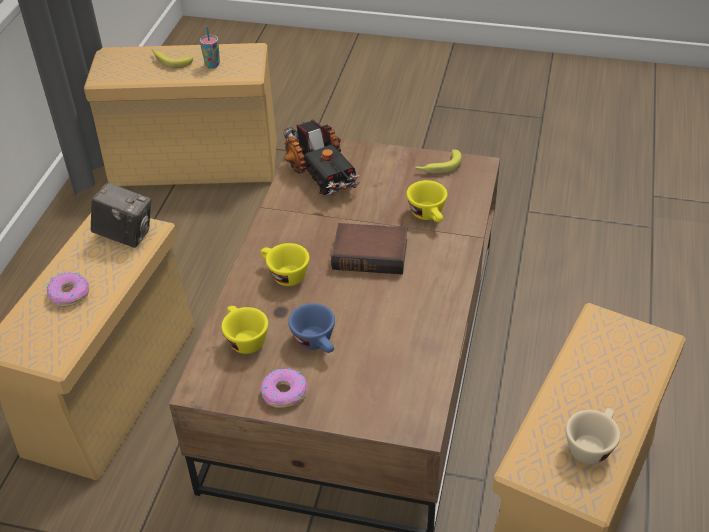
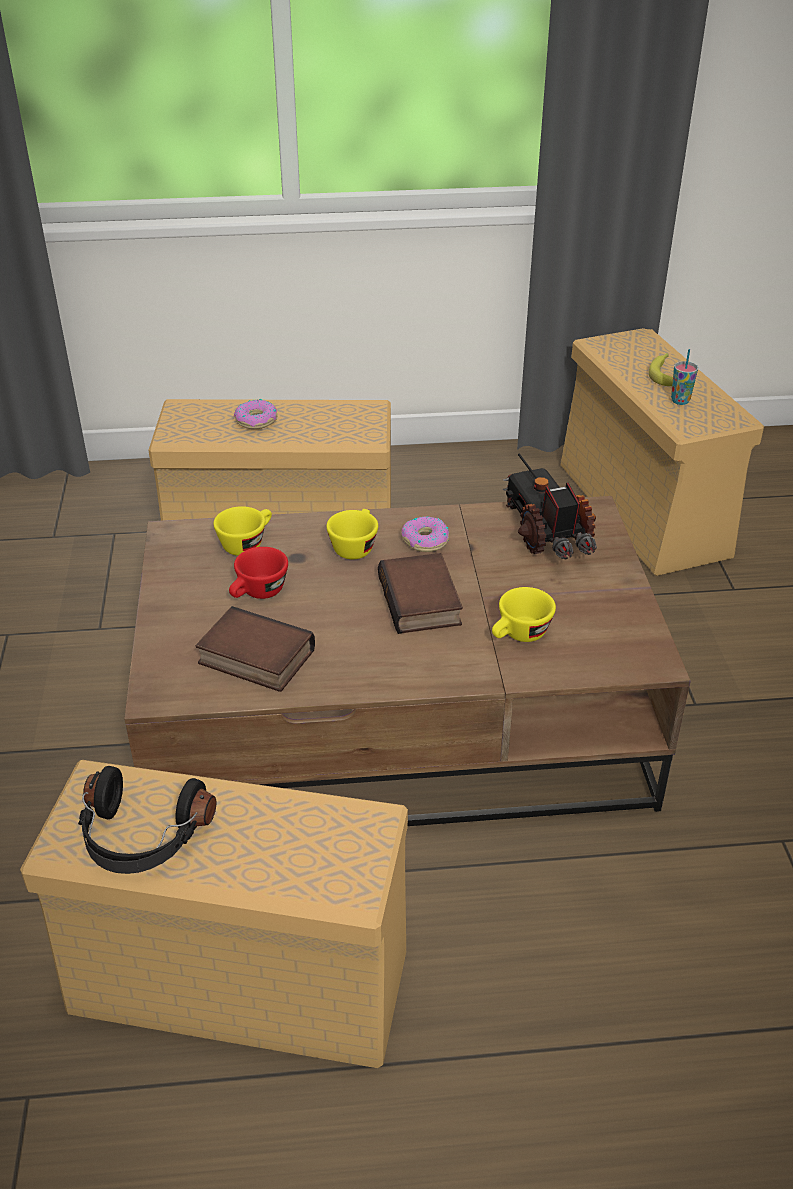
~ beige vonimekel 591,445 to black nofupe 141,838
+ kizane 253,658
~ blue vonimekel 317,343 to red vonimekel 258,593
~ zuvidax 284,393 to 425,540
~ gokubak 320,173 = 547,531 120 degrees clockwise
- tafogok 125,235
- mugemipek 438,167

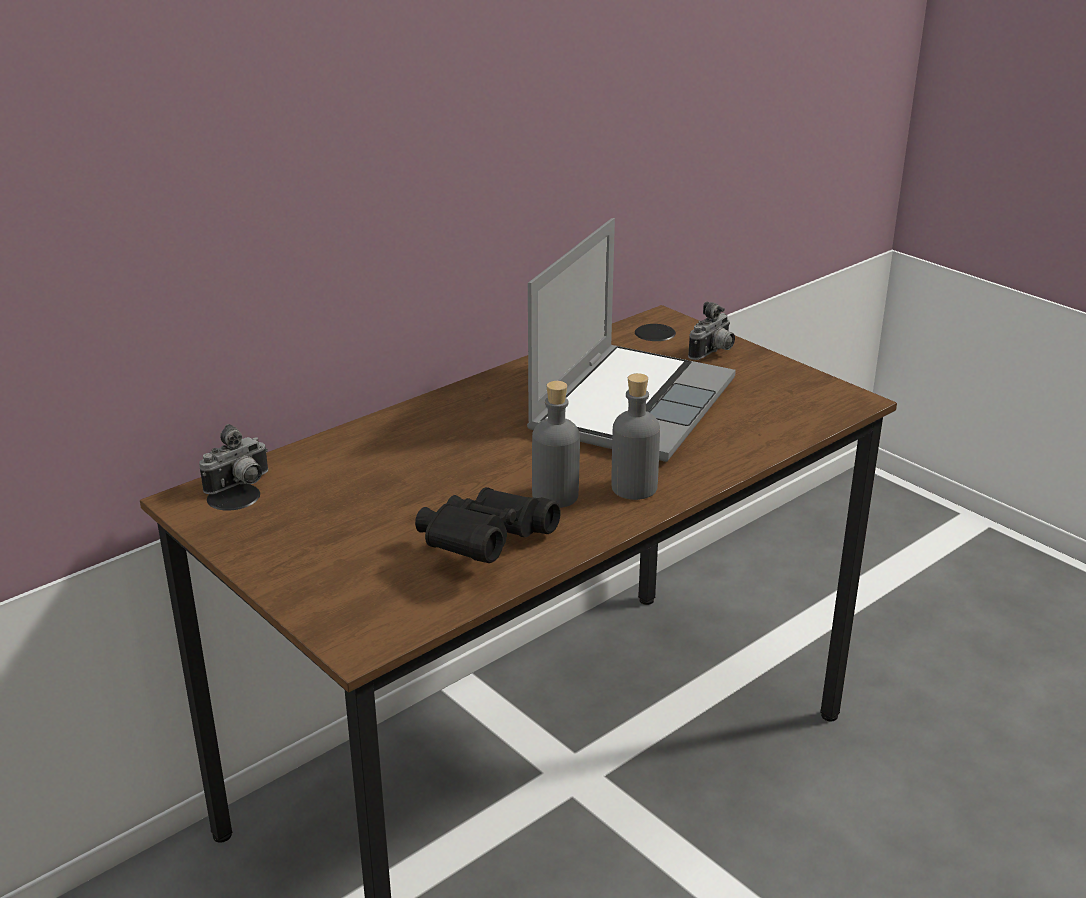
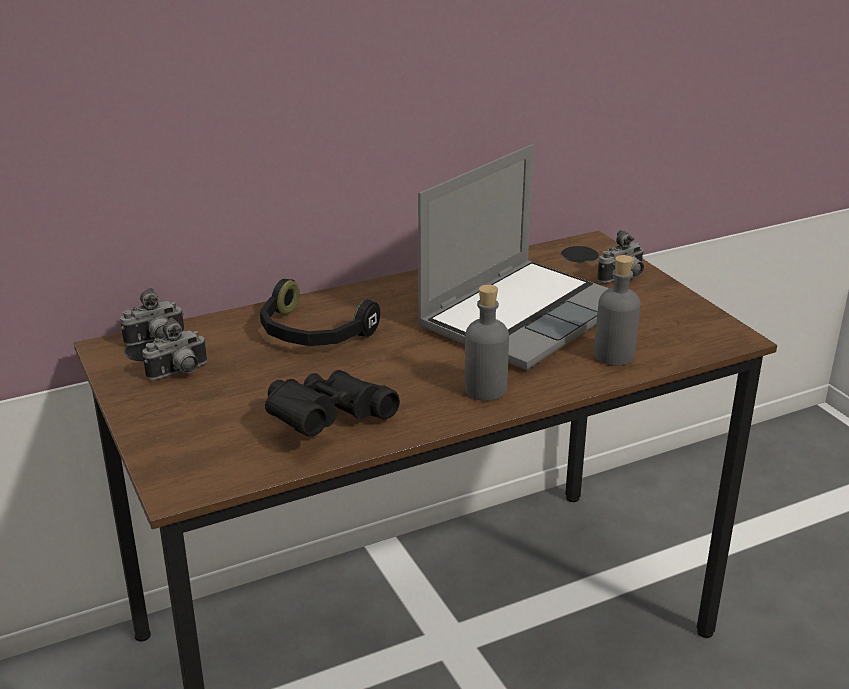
+ tafogok 179,373
+ black nofupe 312,334
~ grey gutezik 555,496 to 614,356

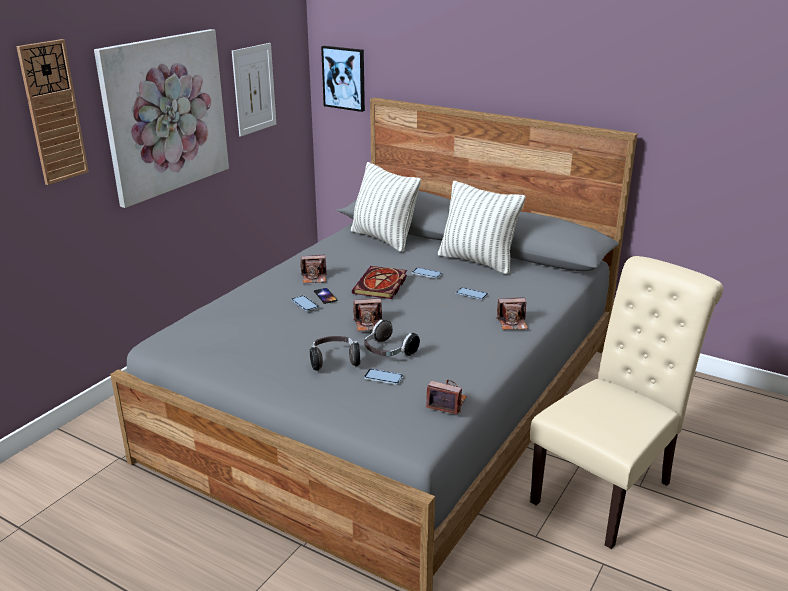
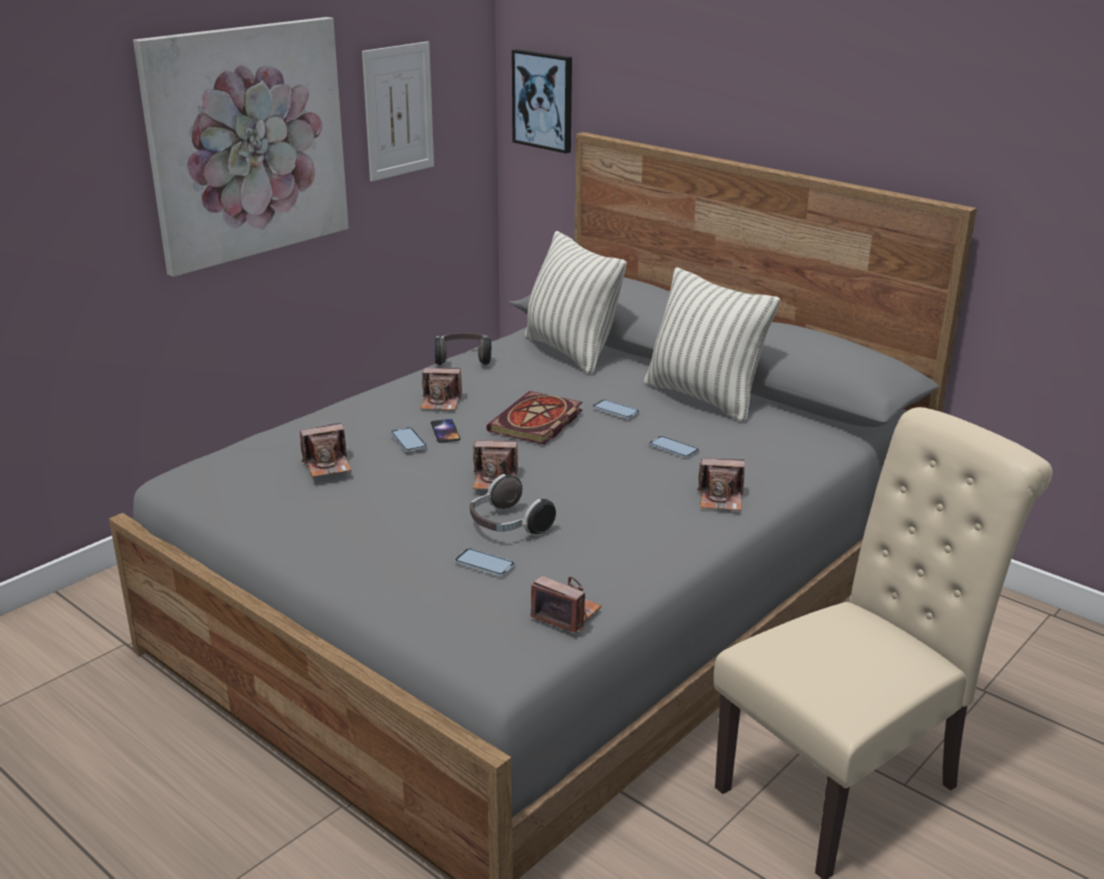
+ tafogok 327,465
~ nofupe 334,361 to 463,359
- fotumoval 53,112

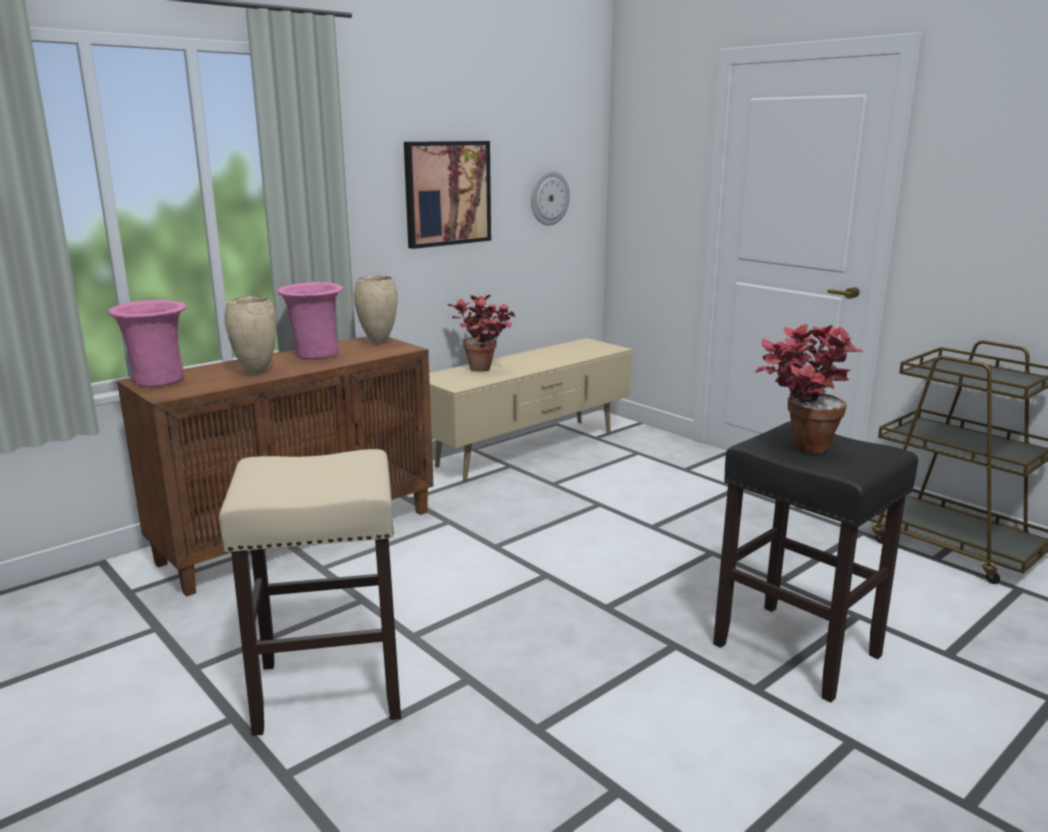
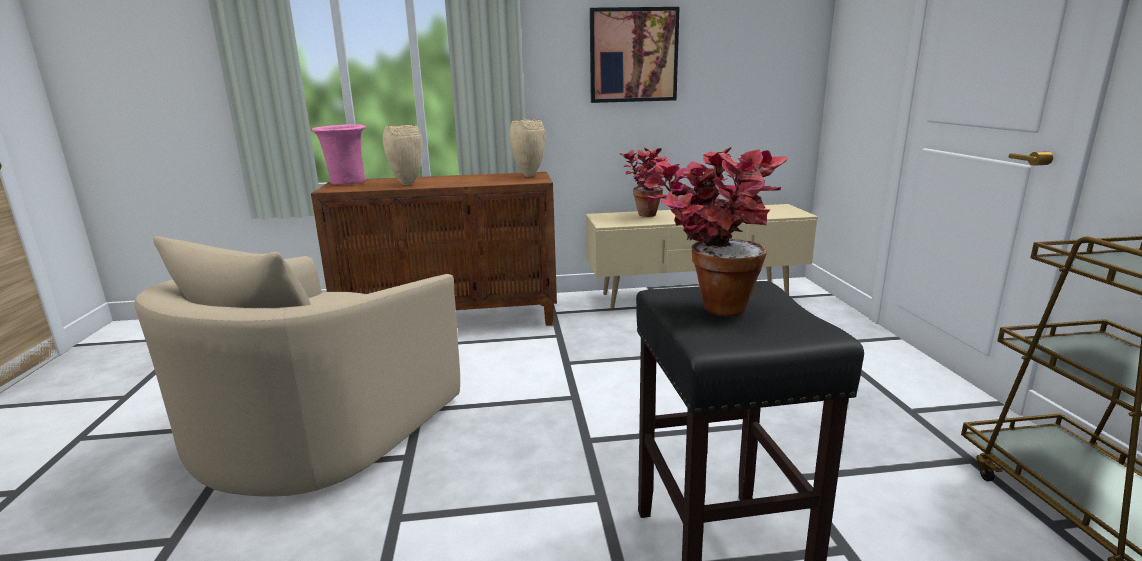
~ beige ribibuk 327,691 to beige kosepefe 320,427
- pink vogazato 316,355
- fotumoval 549,198

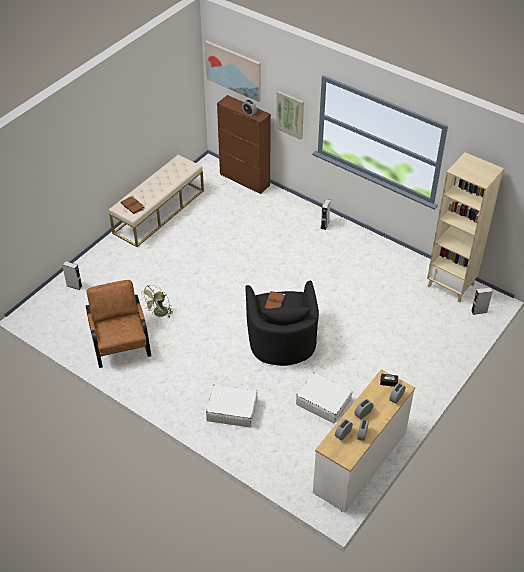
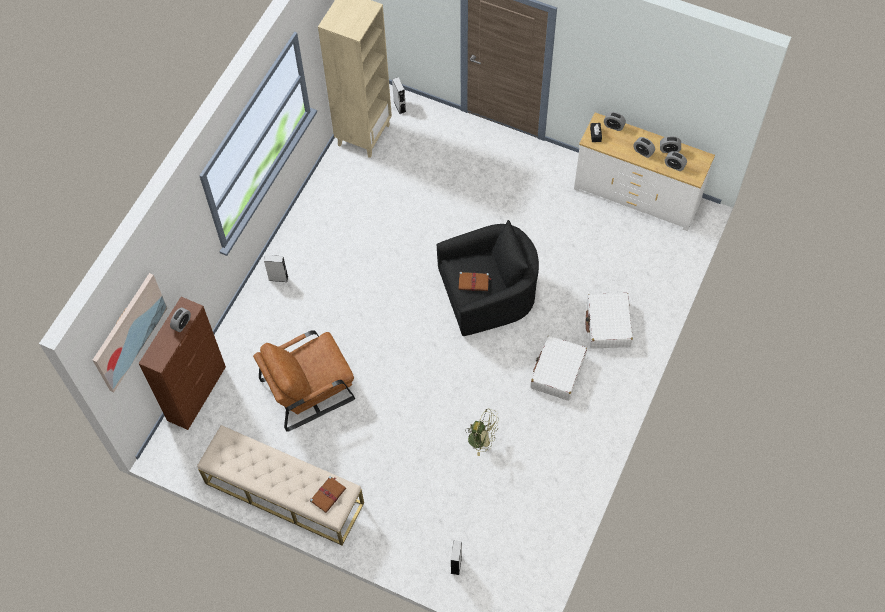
~ brown kosepefe 120,341 to 309,388
~ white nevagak 323,402 to 557,372
- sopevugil 290,114

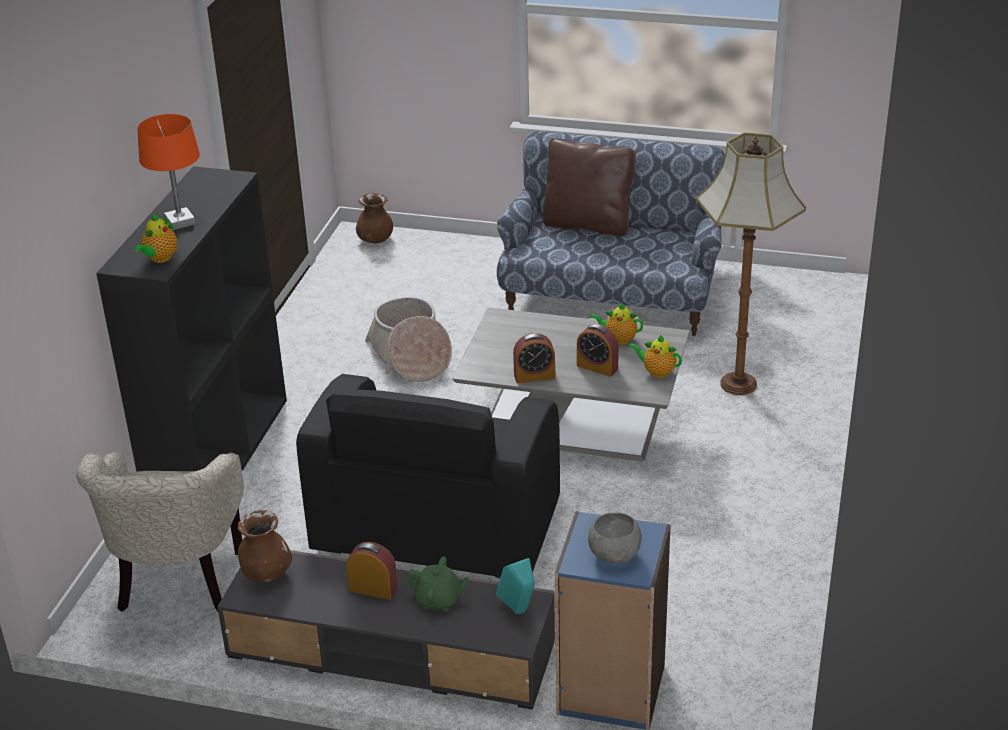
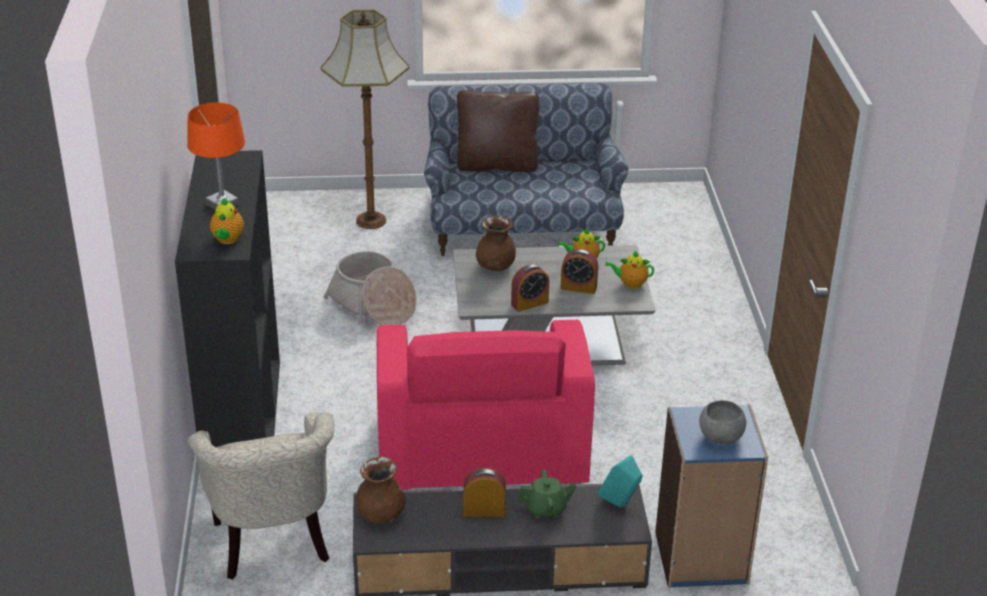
~ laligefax 738,383 to 371,220
~ black kosepefe 436,527 to pink kosepefe 479,451
~ brown vogazato 375,240 to 495,267

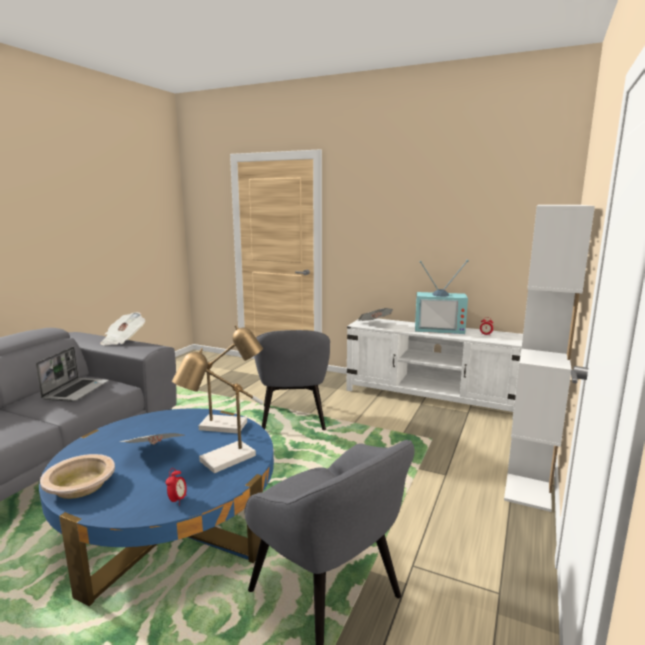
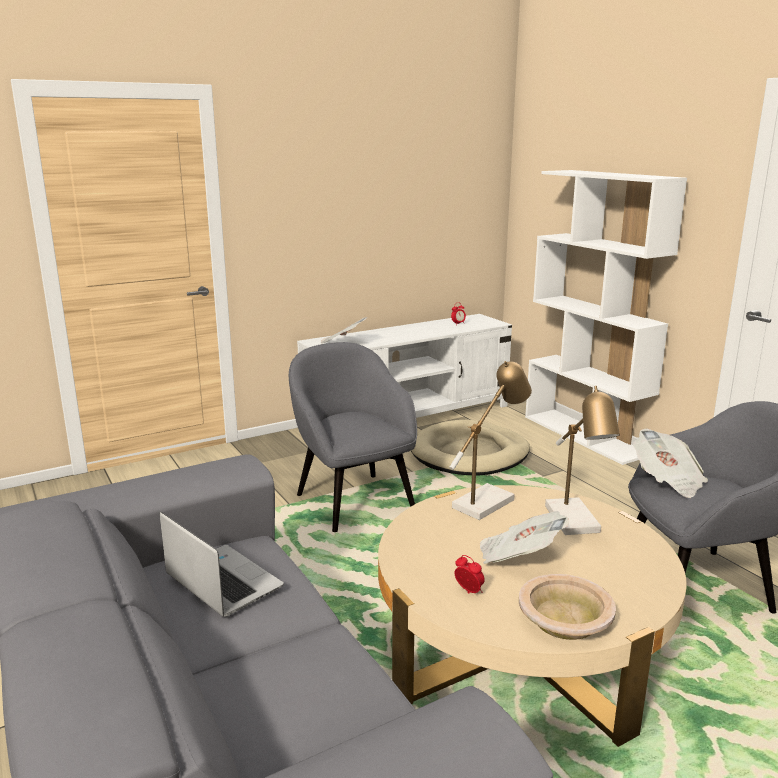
~ grey kosepefe 293,419 = 353,500 150 degrees counterclockwise
~ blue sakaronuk 171,525 to beige sakaronuk 520,646
+ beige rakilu 469,453
~ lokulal 177,500 to 469,592
~ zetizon 123,340 to 667,481
- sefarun 439,329

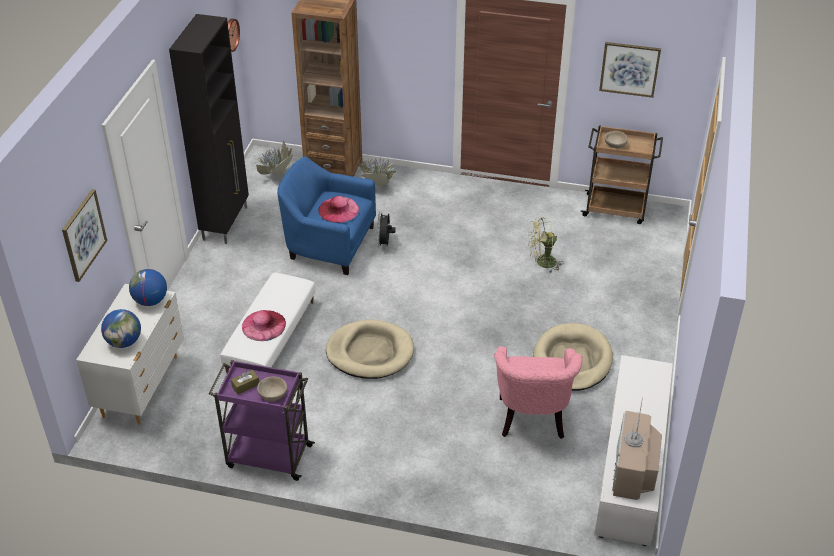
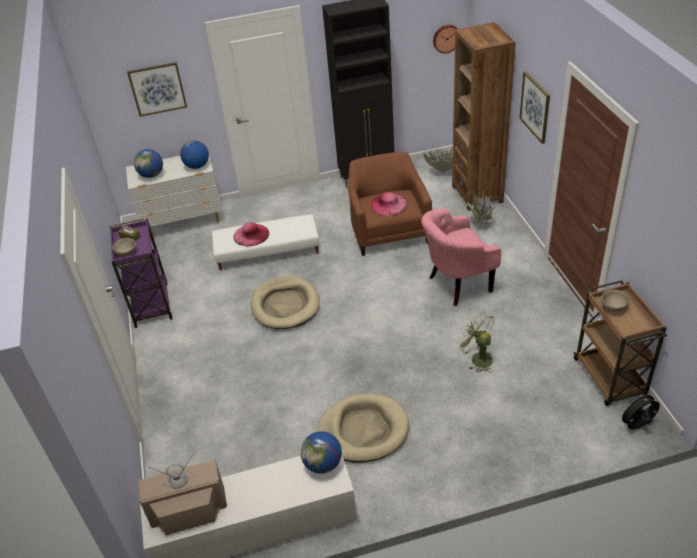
+ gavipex 323,464
~ blue kosepefe 328,244 to brown kosepefe 388,231
~ pink kosepefe 532,421 to 456,285
~ sopevugil 629,69 to 535,107
~ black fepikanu 385,244 to 637,426

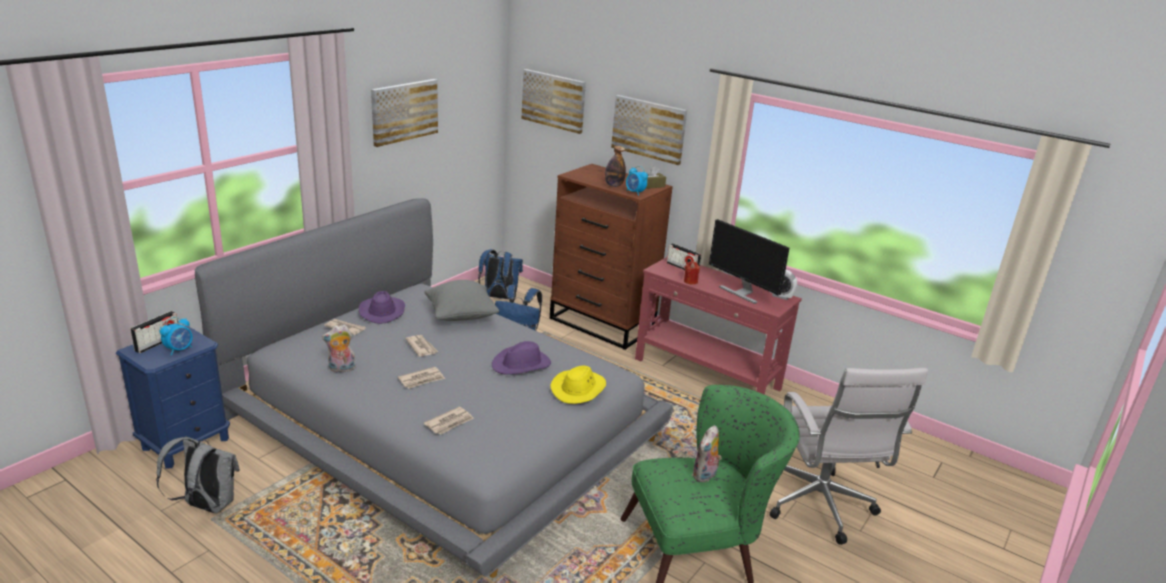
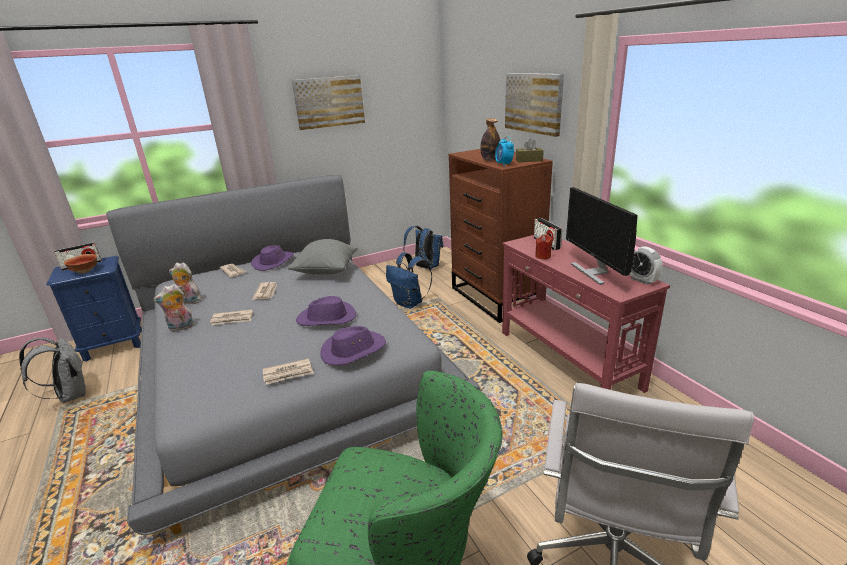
~ lokulal 179,349 to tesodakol 85,271
~ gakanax 705,476 to 181,328
~ zetizon 450,422 to 288,373
~ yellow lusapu 578,388 to purple lusapu 353,350
- sopevugil 554,100

